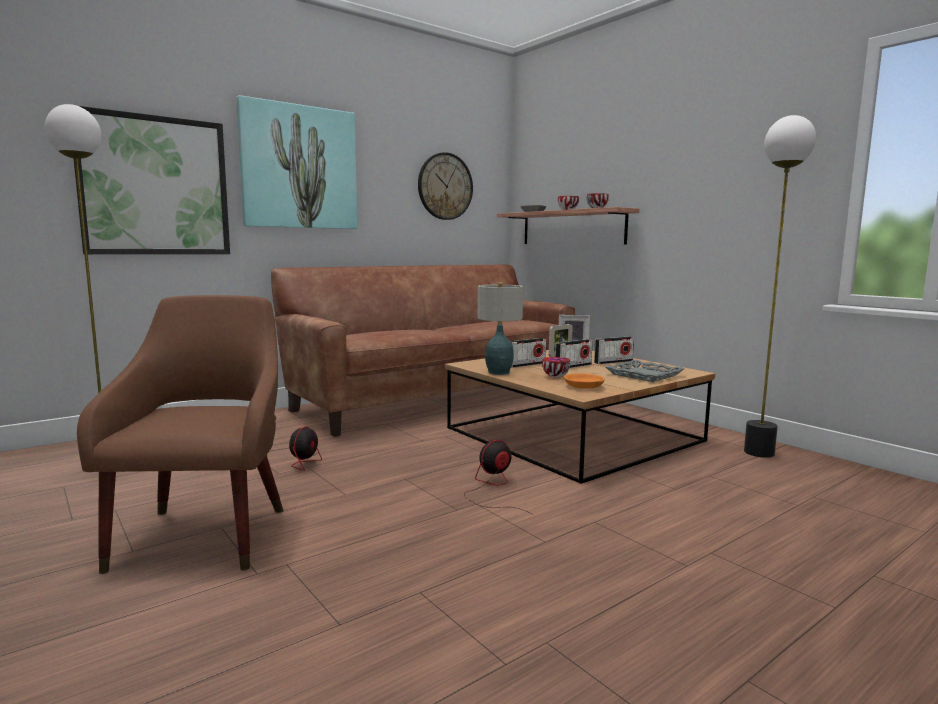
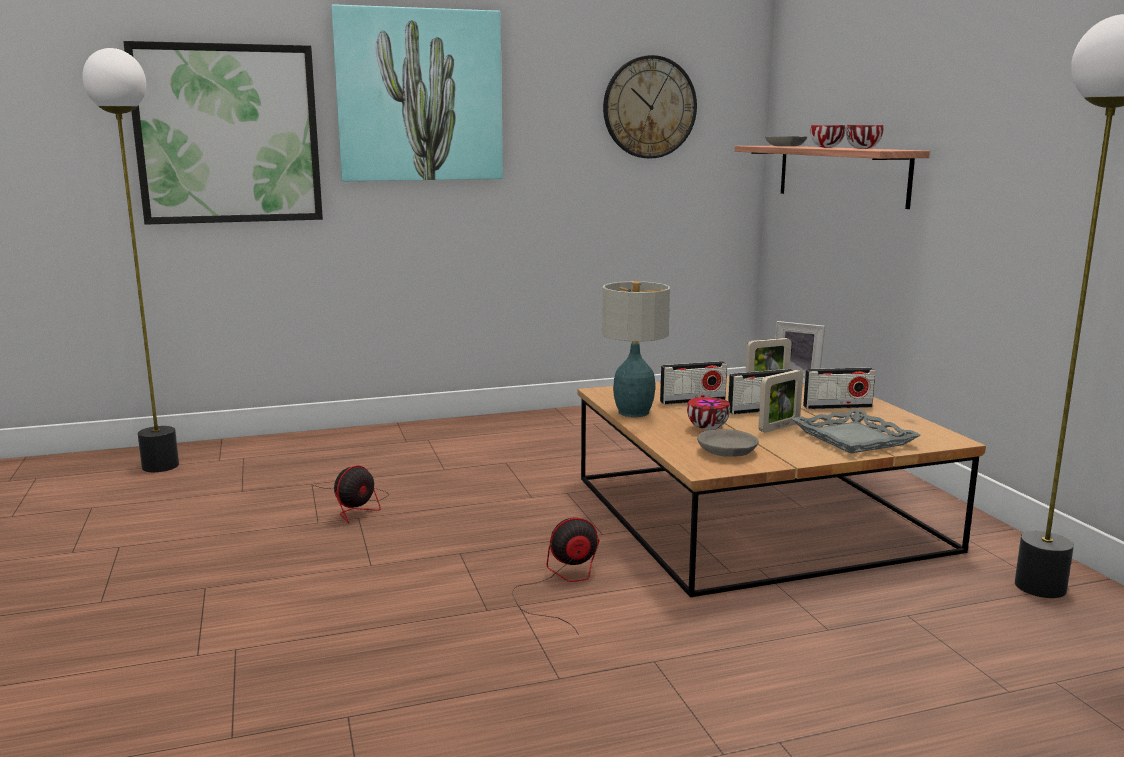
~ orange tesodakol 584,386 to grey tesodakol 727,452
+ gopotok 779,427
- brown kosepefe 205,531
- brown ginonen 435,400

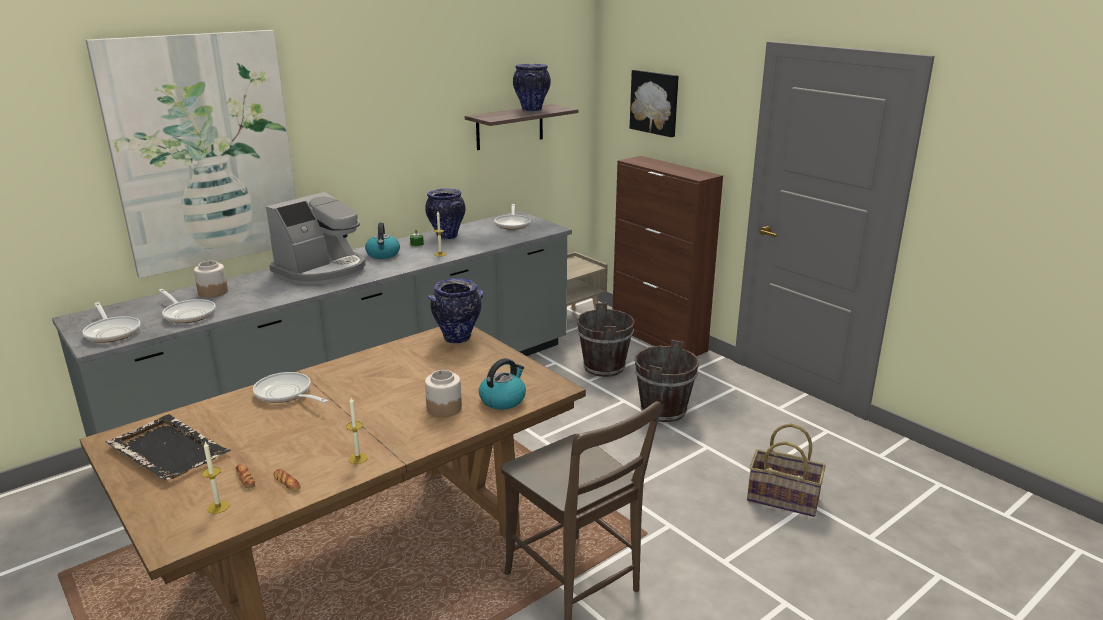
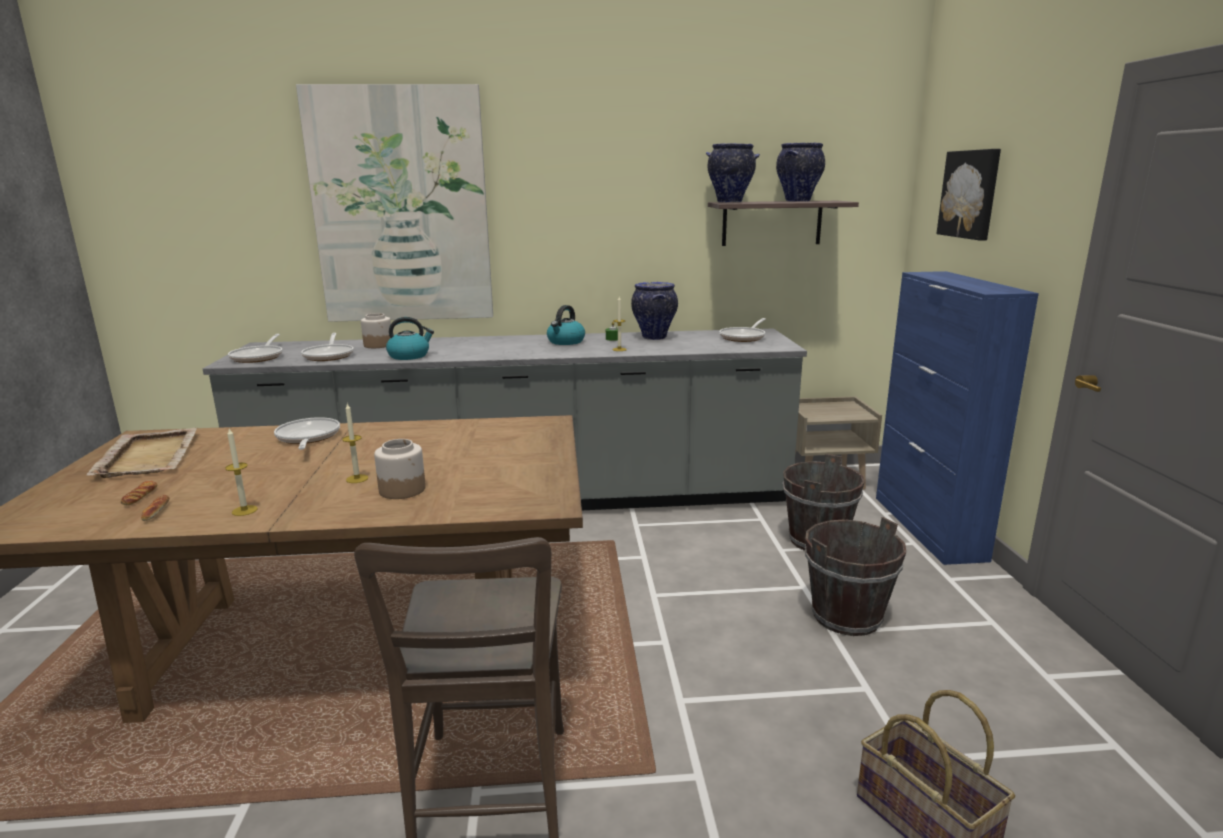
~ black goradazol 168,450 to beige goradazol 149,455
~ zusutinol 218,507 to 357,479
~ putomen 503,399 to 409,356
~ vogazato 458,338 to 730,202
~ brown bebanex 658,338 to blue bebanex 928,527
- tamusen 322,270

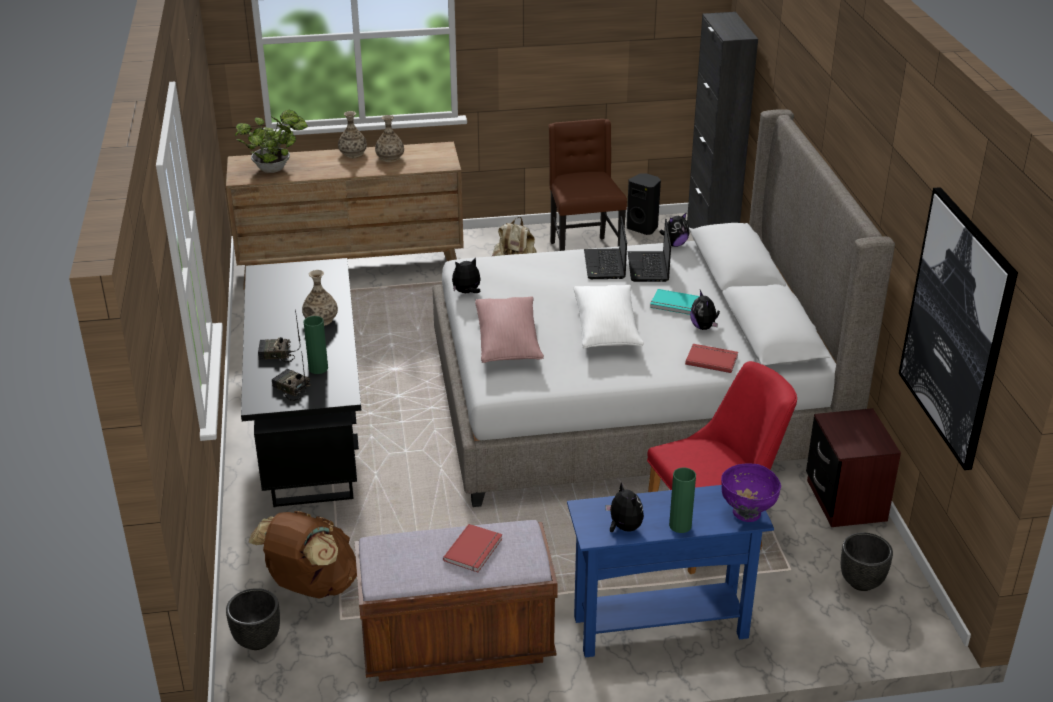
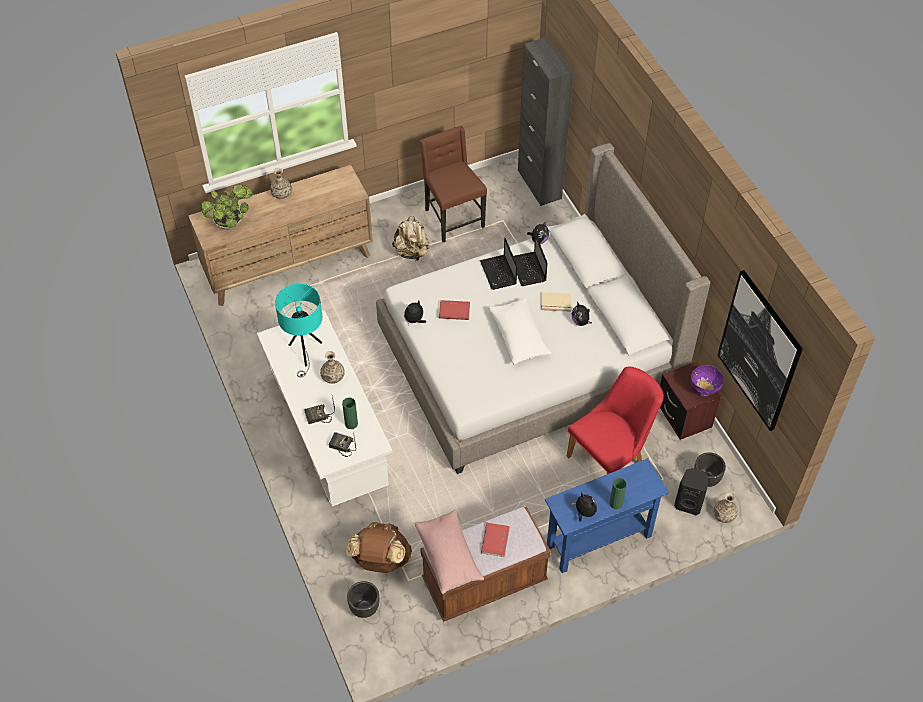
~ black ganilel 309,440 to white ganilel 328,441
+ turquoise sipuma 305,353
~ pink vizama 508,342 to 448,556
~ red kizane 711,359 to 454,310
~ turquoise kizane 674,304 to beige kizane 556,303
~ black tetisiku 643,228 to 688,503
~ purple tesodakol 747,513 to 703,390
~ vogazato 390,158 to 723,515

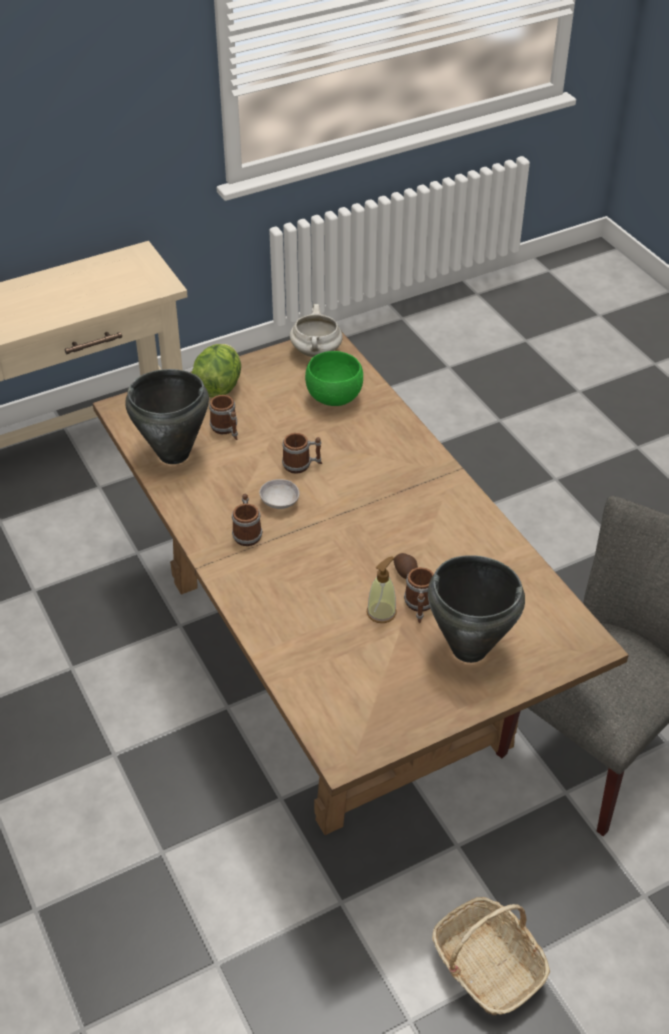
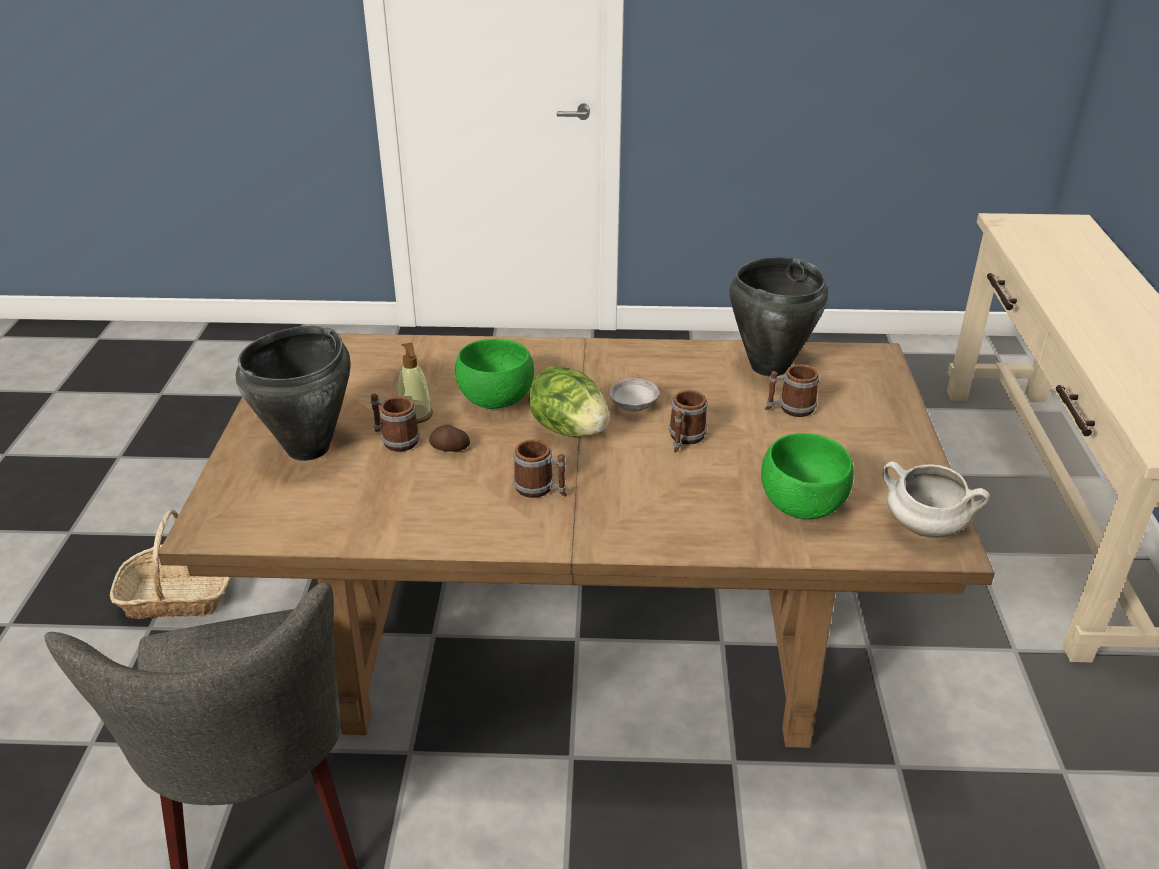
+ green tesodakol 497,401
~ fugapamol 247,532 to 541,489
~ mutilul 218,387 to 569,429

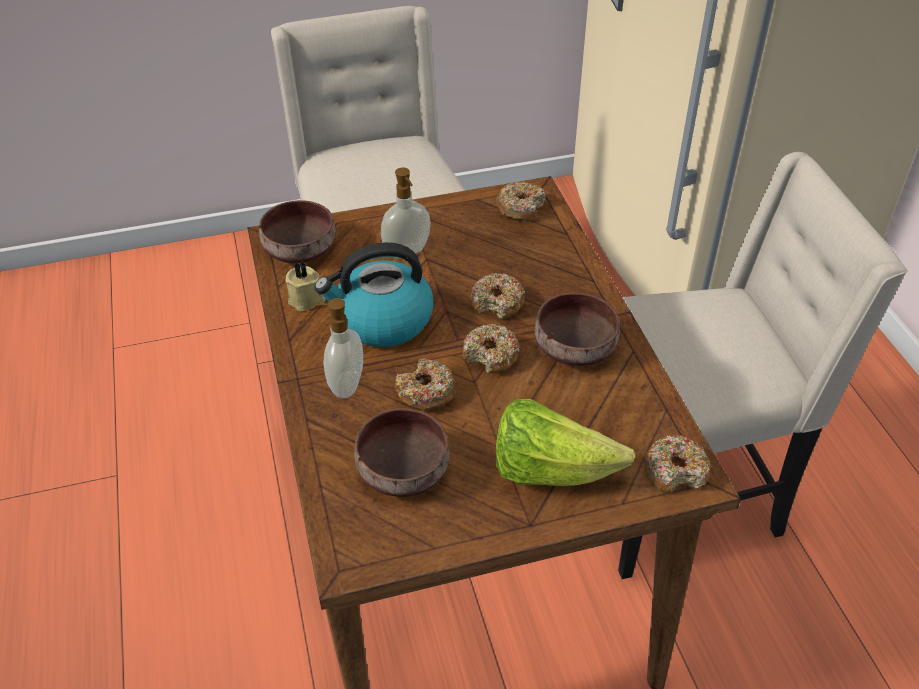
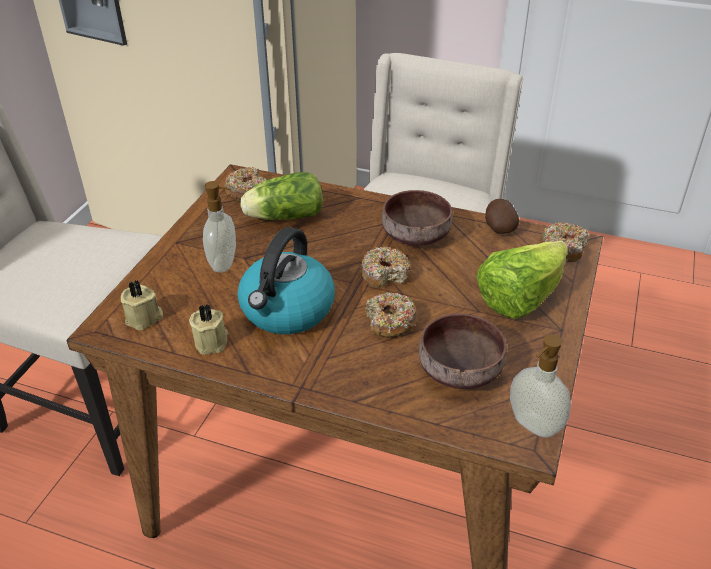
~ brown tesodakol 302,249 to beige zusutinol 144,318
+ mutilul 282,216
+ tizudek 498,228
~ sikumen 345,384 to 533,425
- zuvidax 497,303

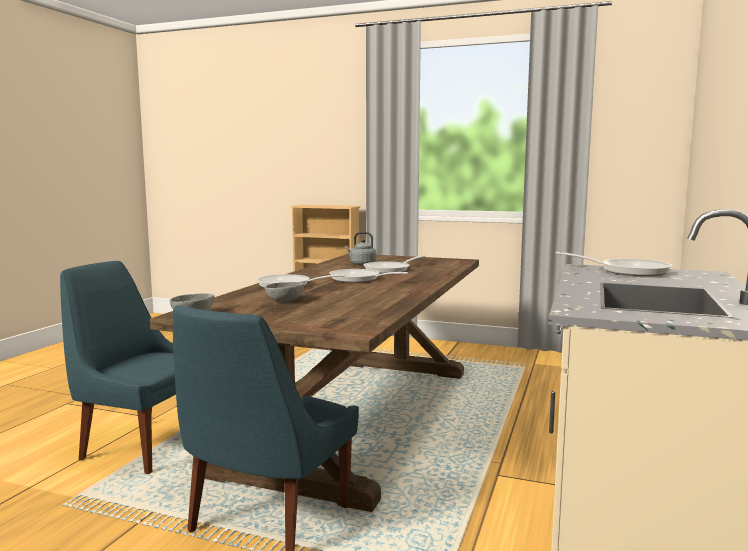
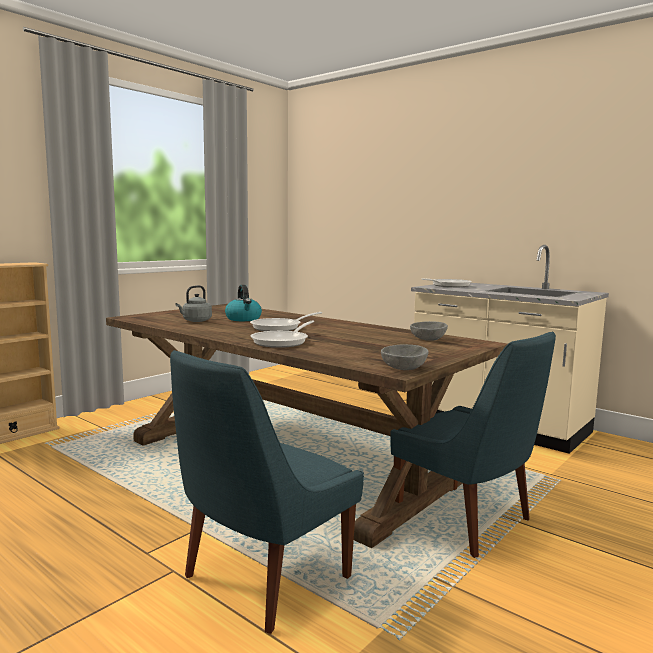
~ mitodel 390,270 to putomen 243,319
~ grey tesodakol 284,301 to 428,339

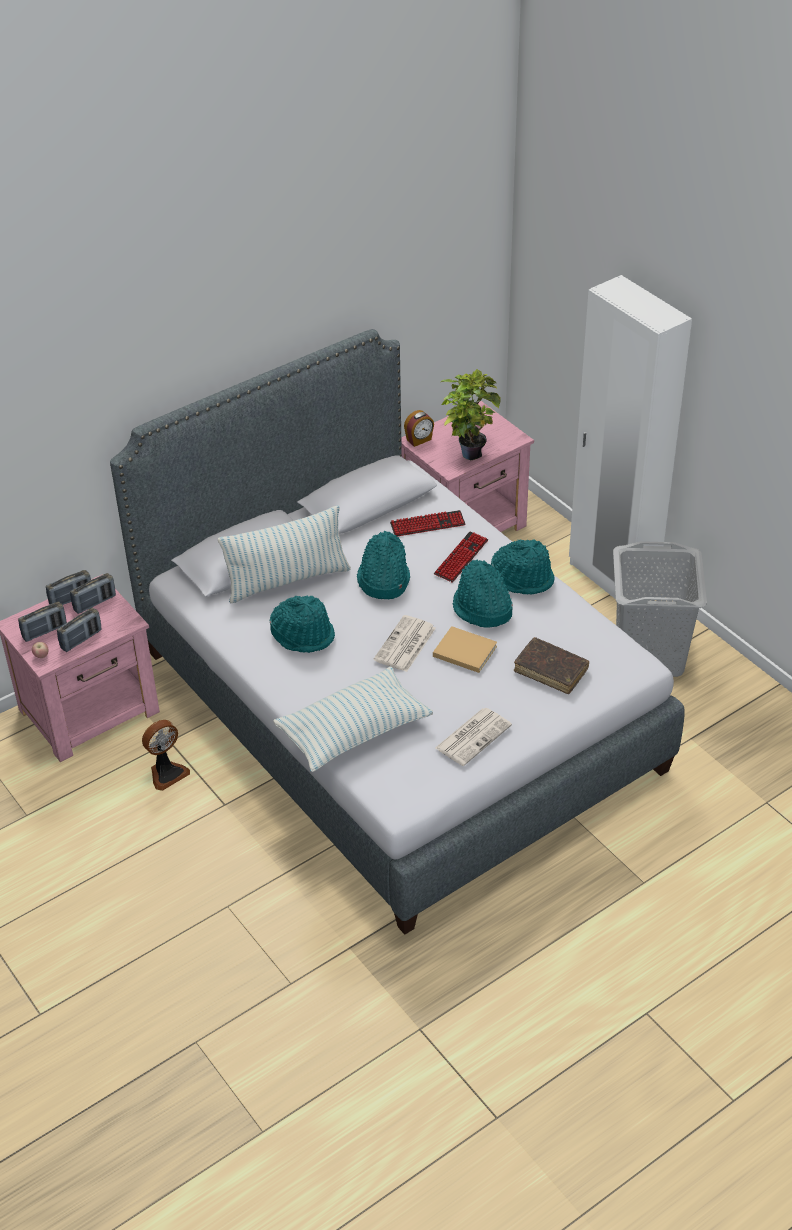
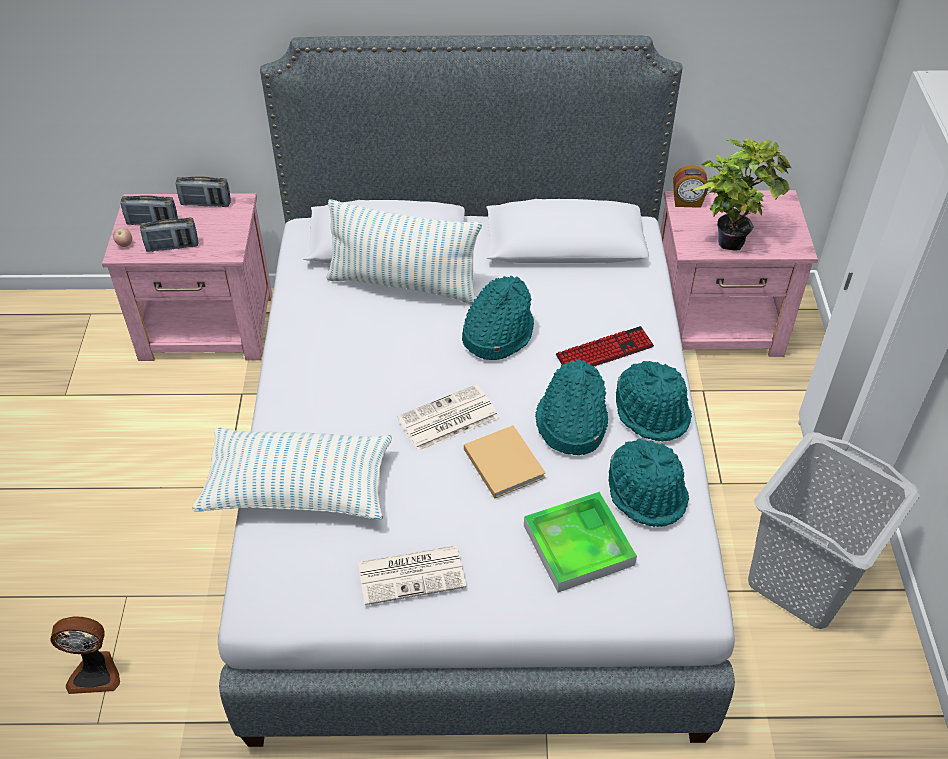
~ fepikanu 167,773 to 95,672
~ brown kizane 551,671 to goradazol 578,545
~ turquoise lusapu 303,634 to 647,493
- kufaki 95,603
- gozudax 427,524

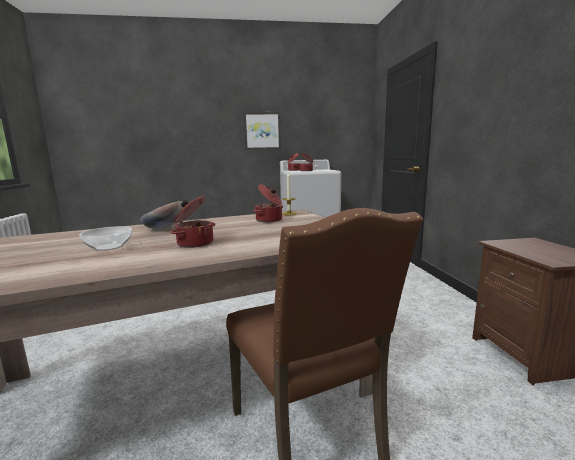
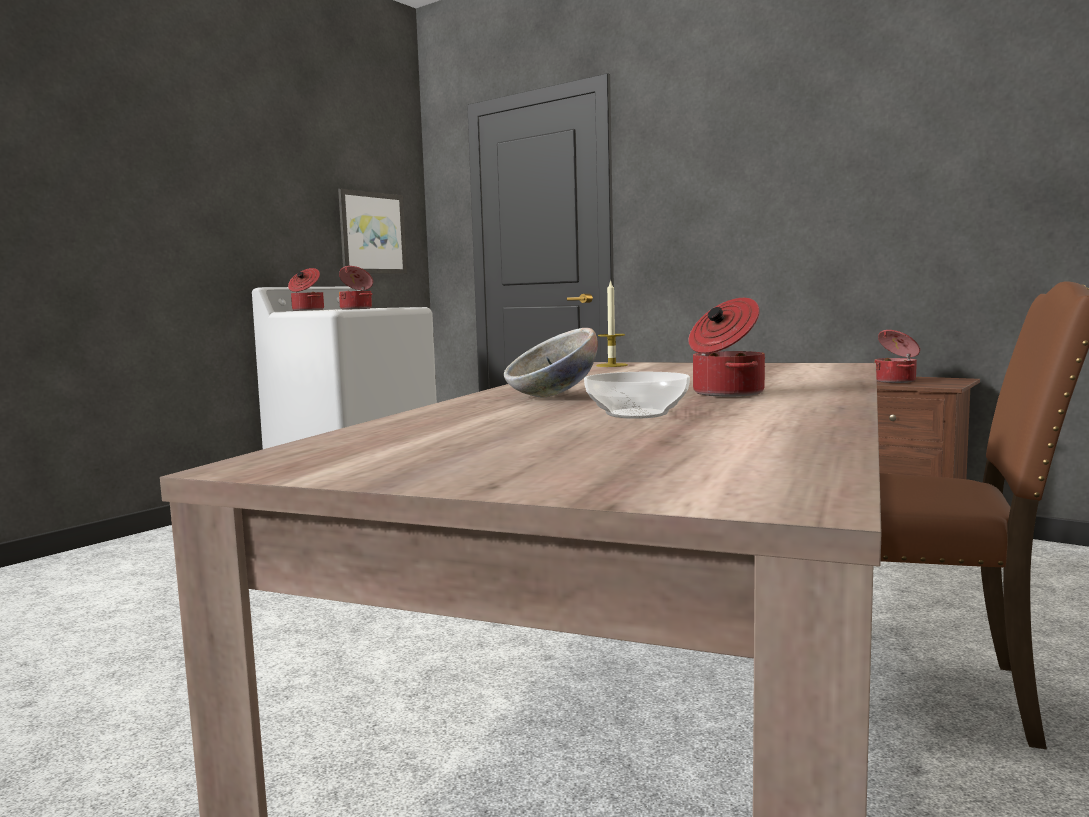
~ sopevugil 262,131 to 372,233
~ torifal 269,220 to 896,381

